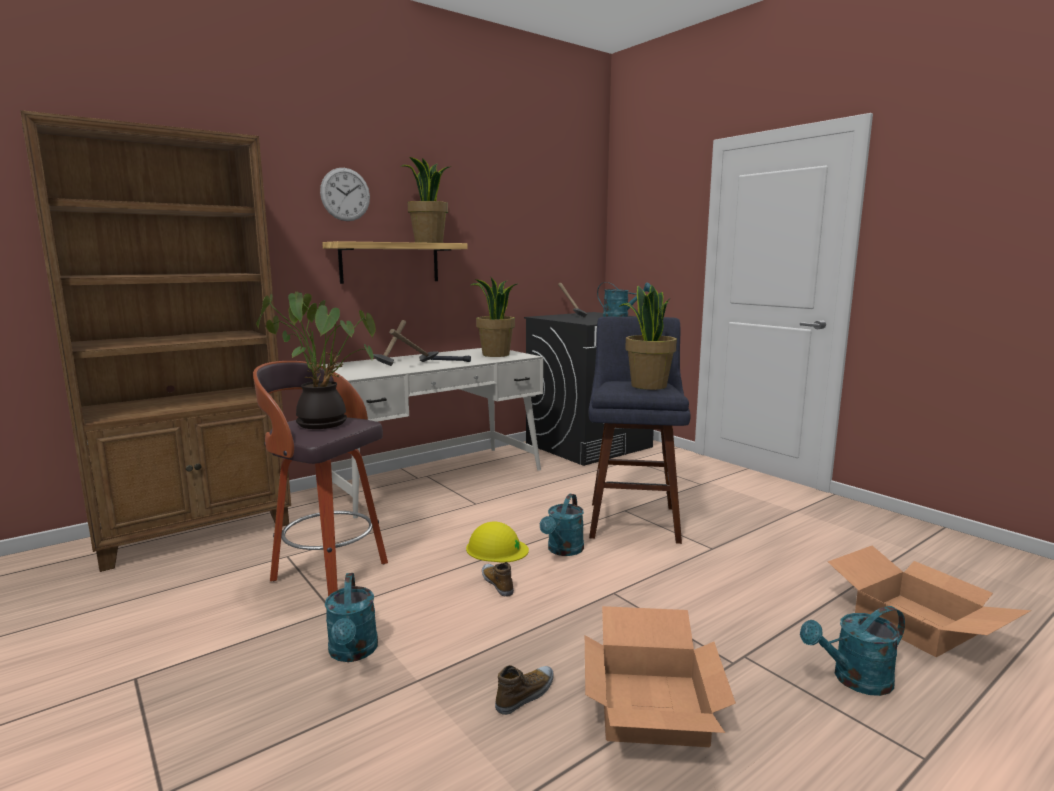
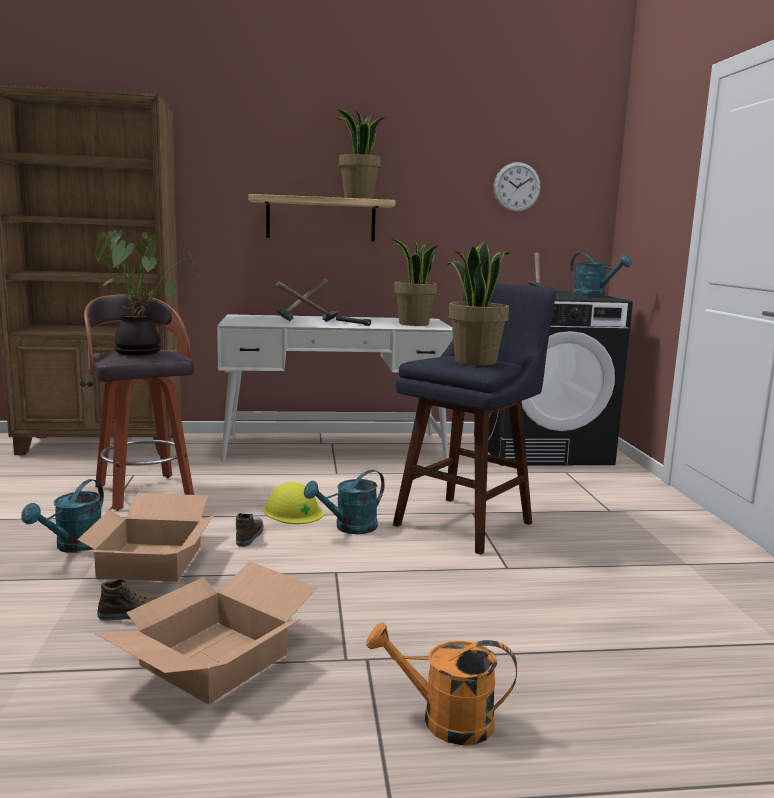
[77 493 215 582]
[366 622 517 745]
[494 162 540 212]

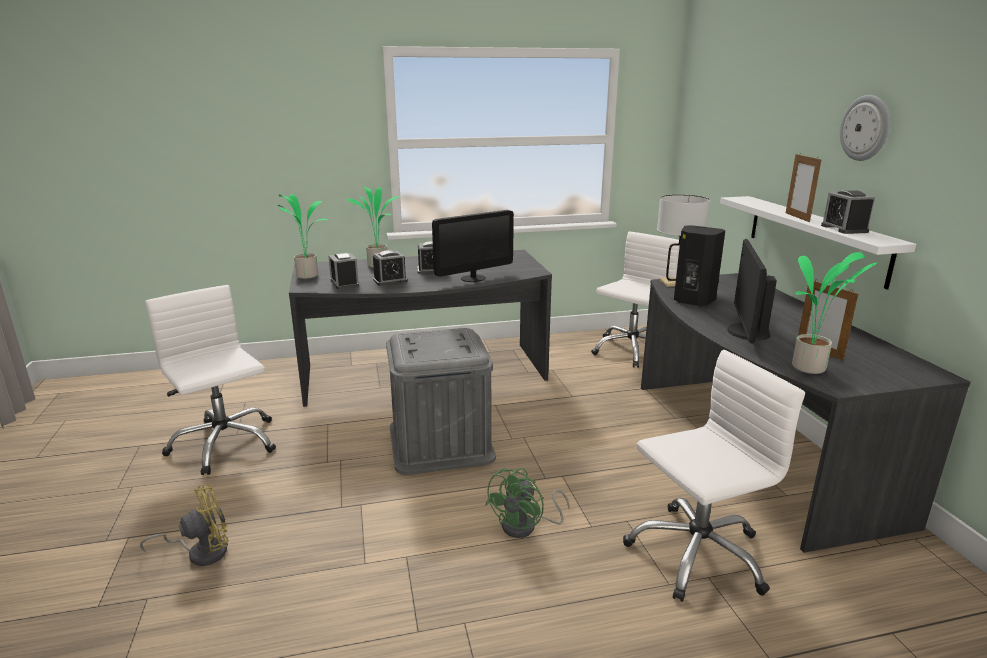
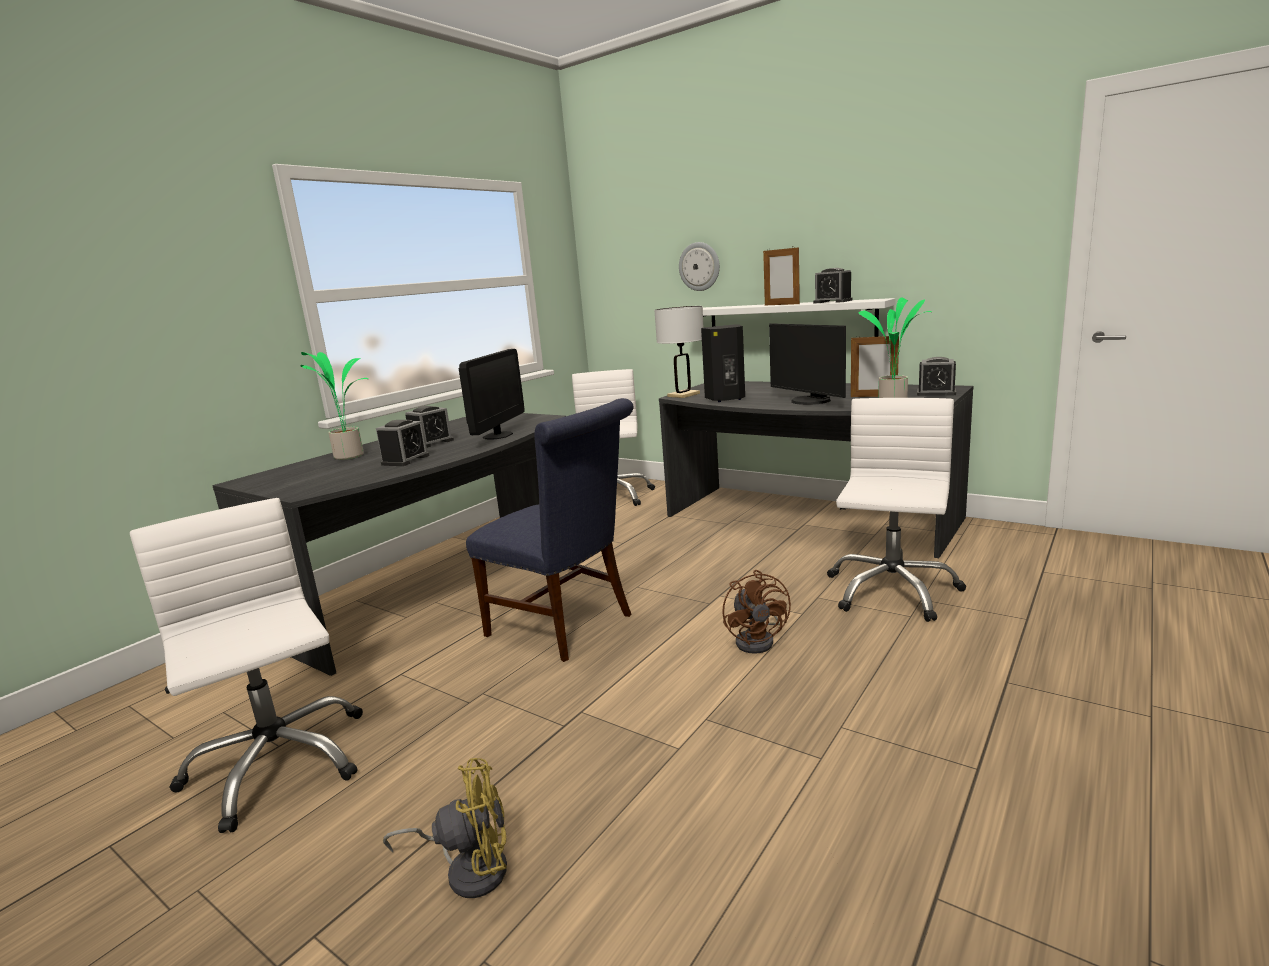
[130 498 363 833]
[383 758 507 898]
[466 398 633 662]
[679 242 720 291]
[722 570 791 654]
[917 357 956 396]
[278 194 327 279] (first image)

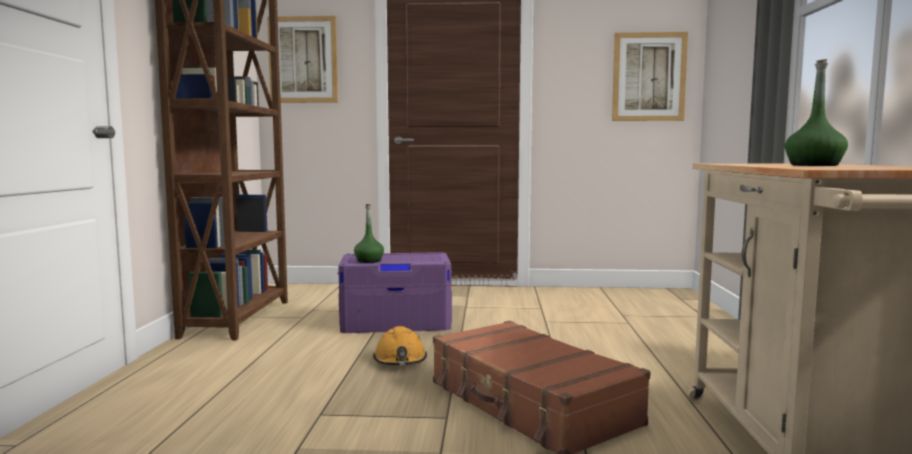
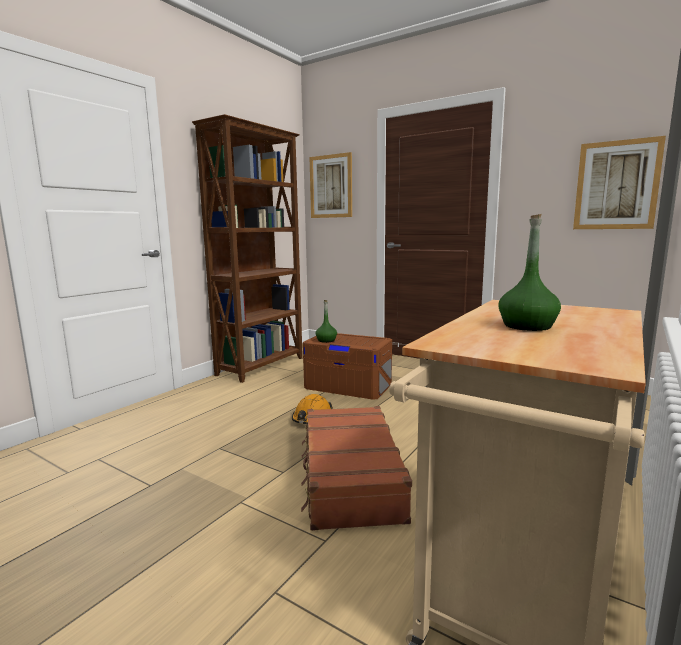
[303 333 392 400]

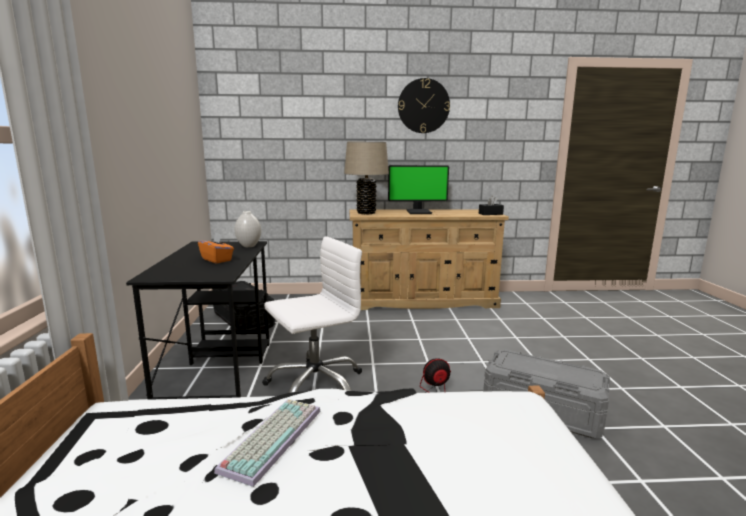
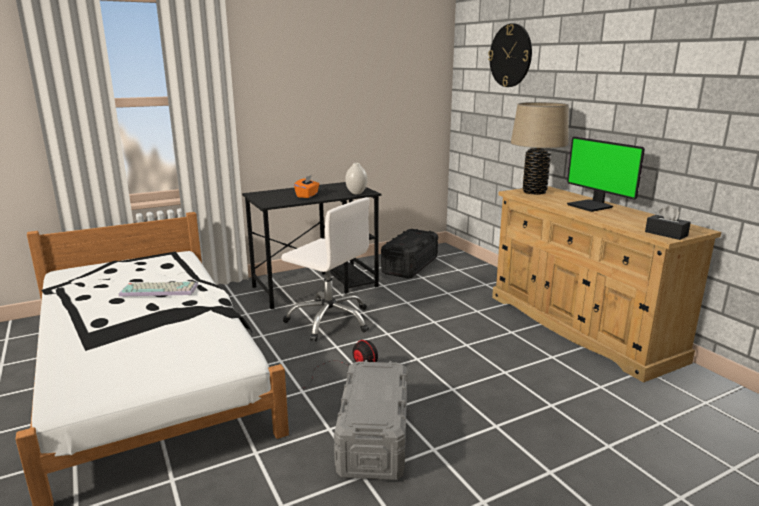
[488 23 532 87]

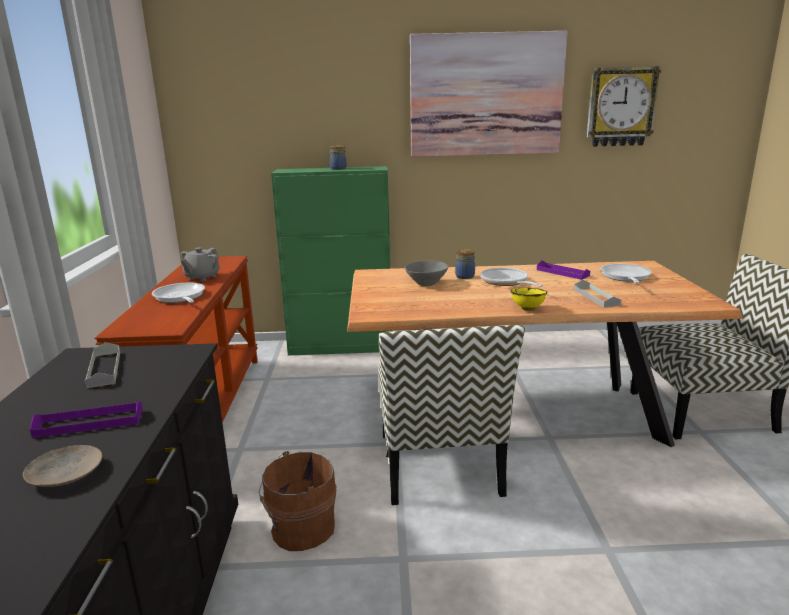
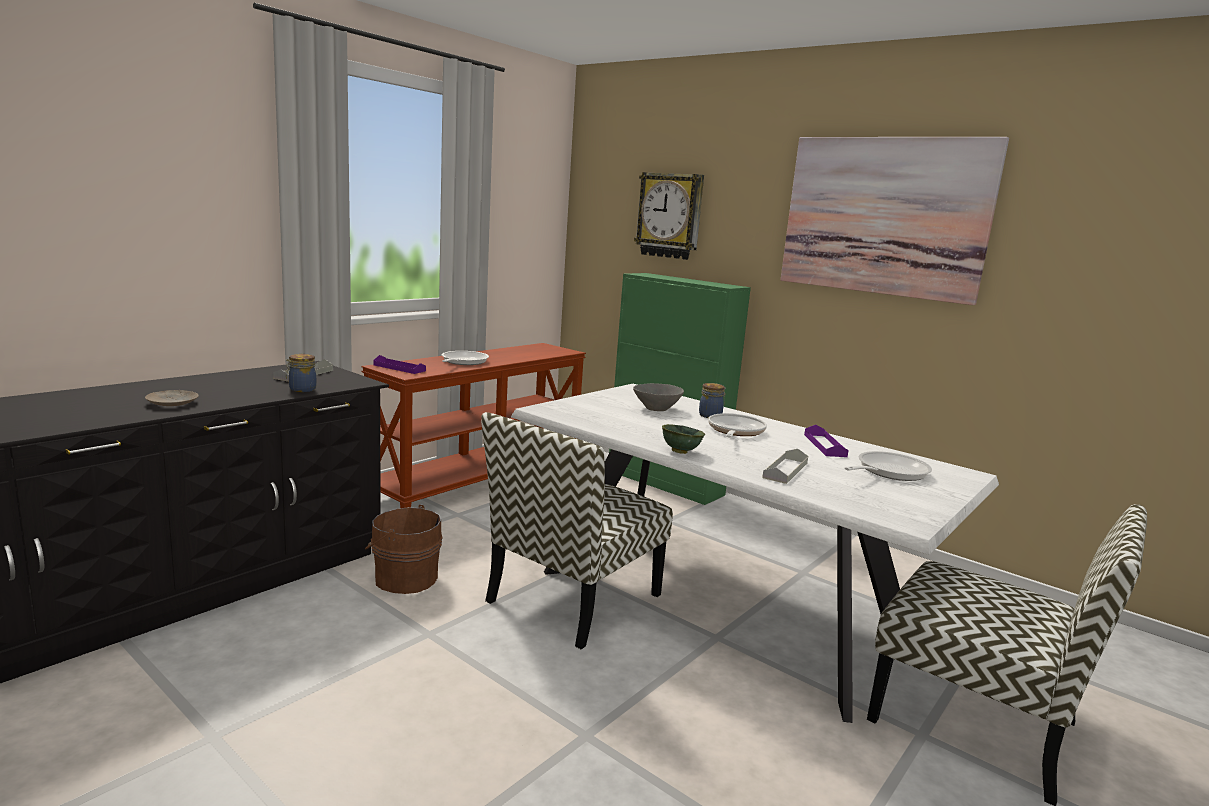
[286 354 317 392]
[373 355 426 374]
[511 384 999 723]
[634 172 704 260]
[662 424 705 454]
[181 247 220 281] (first image)

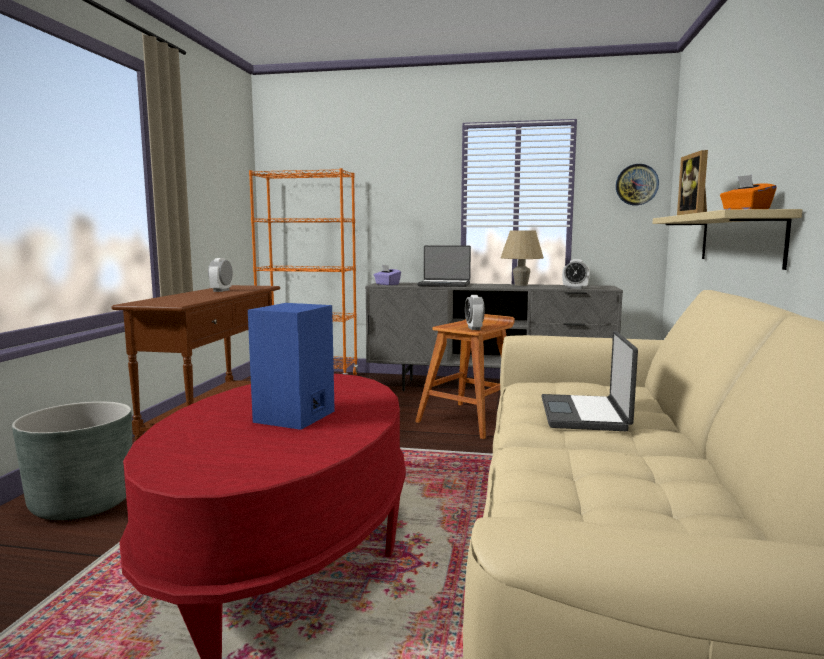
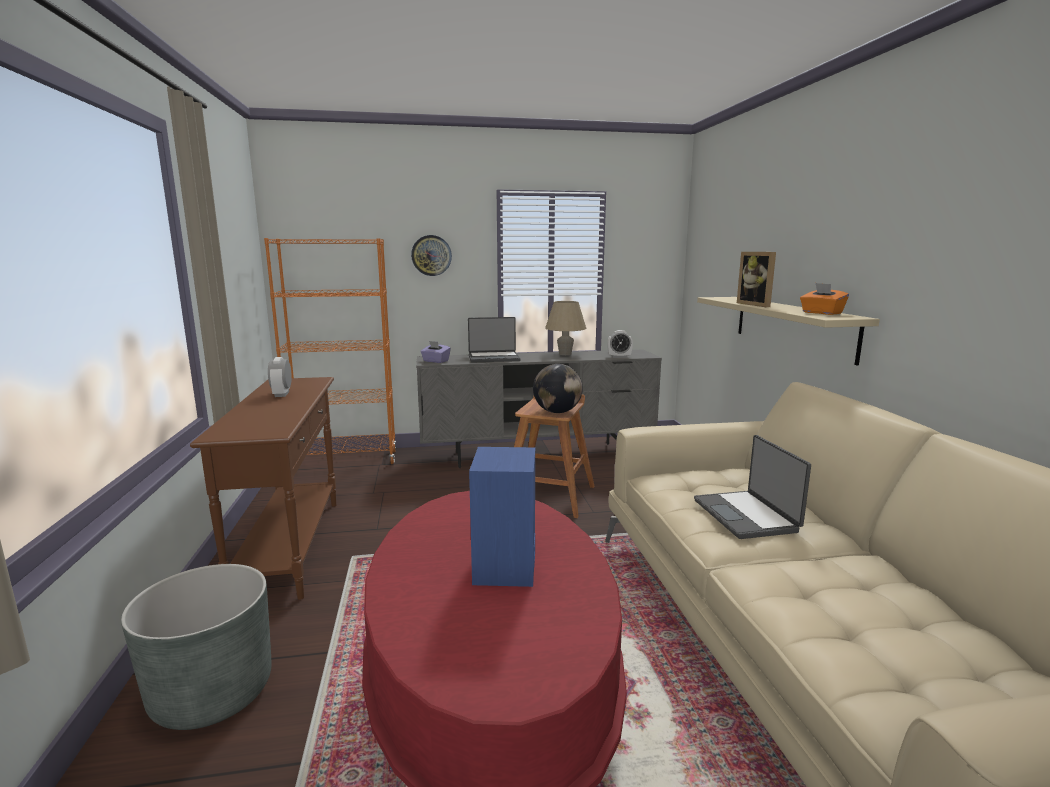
[411 235 452 276]
[533 364 583 413]

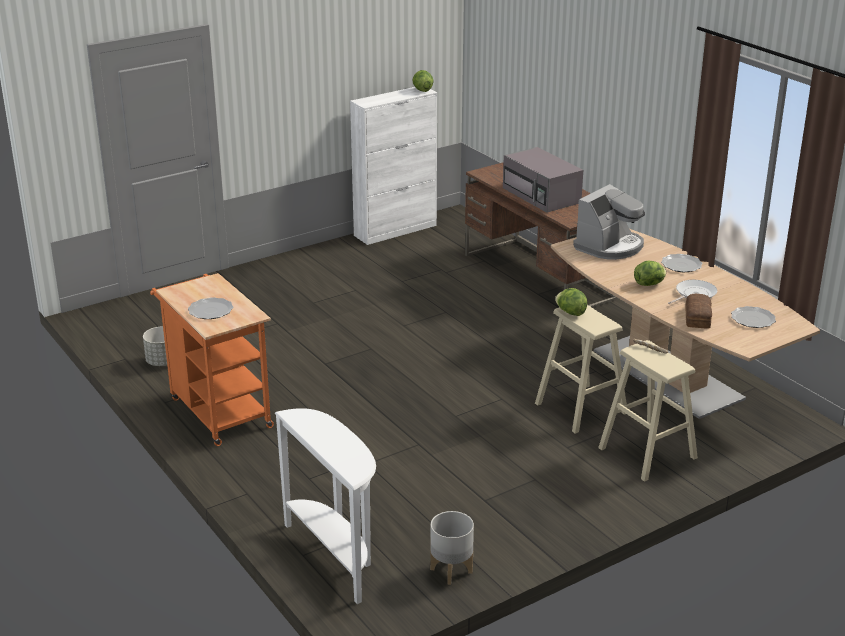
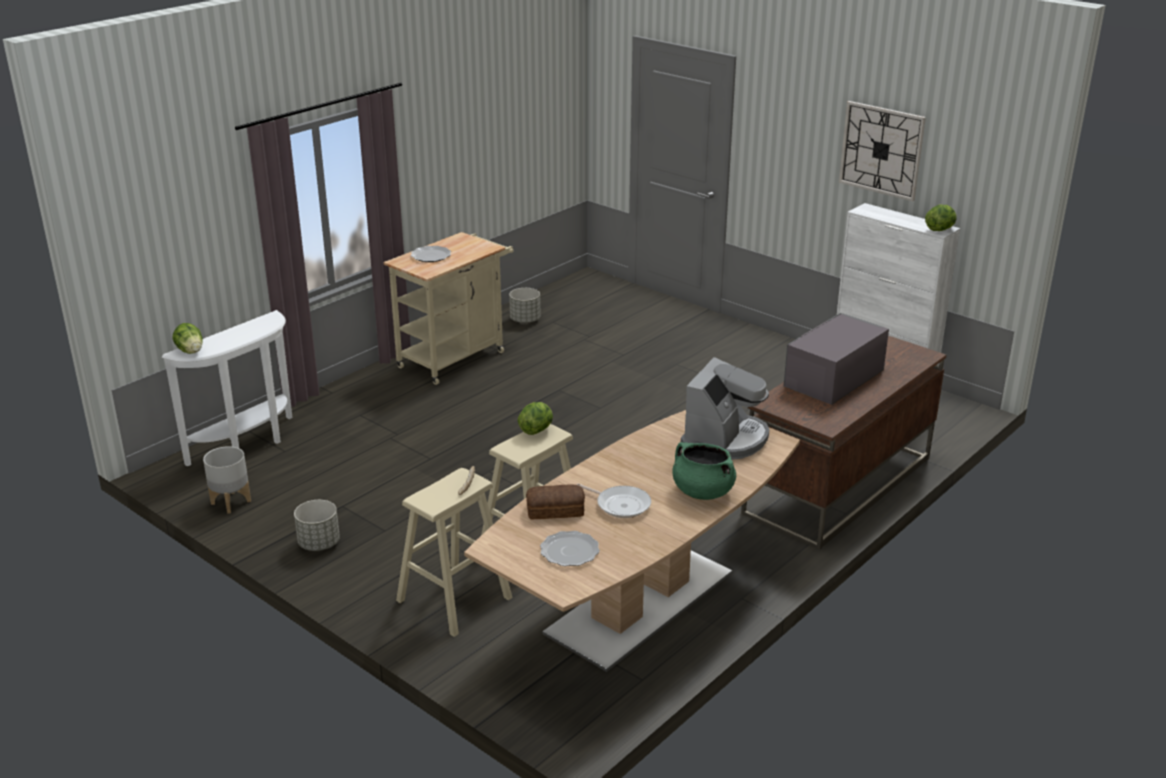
[172 323 203 354]
[294 500 340 551]
[384 232 513 385]
[672 442 736 500]
[681 357 769 460]
[839 101 926 201]

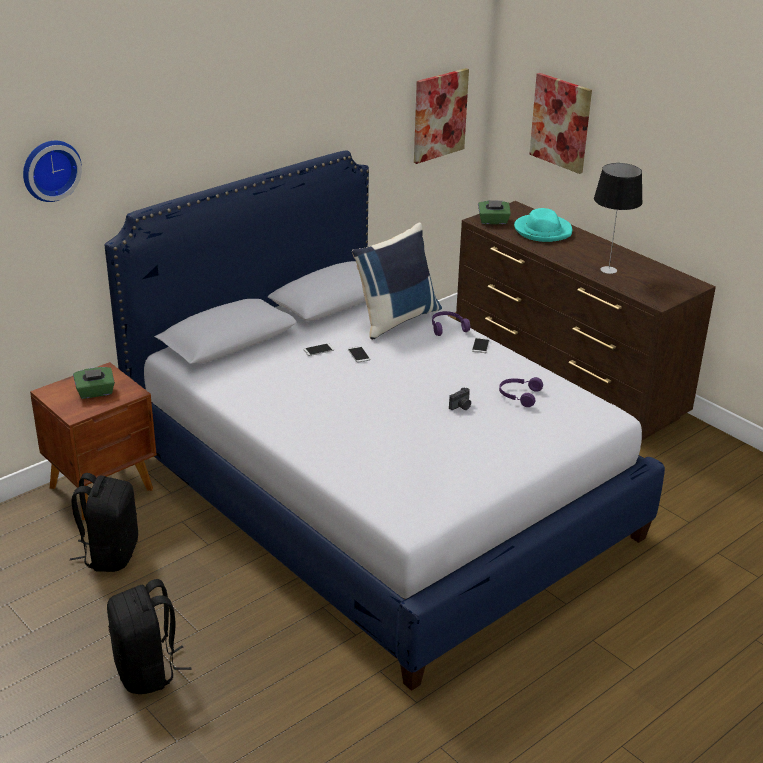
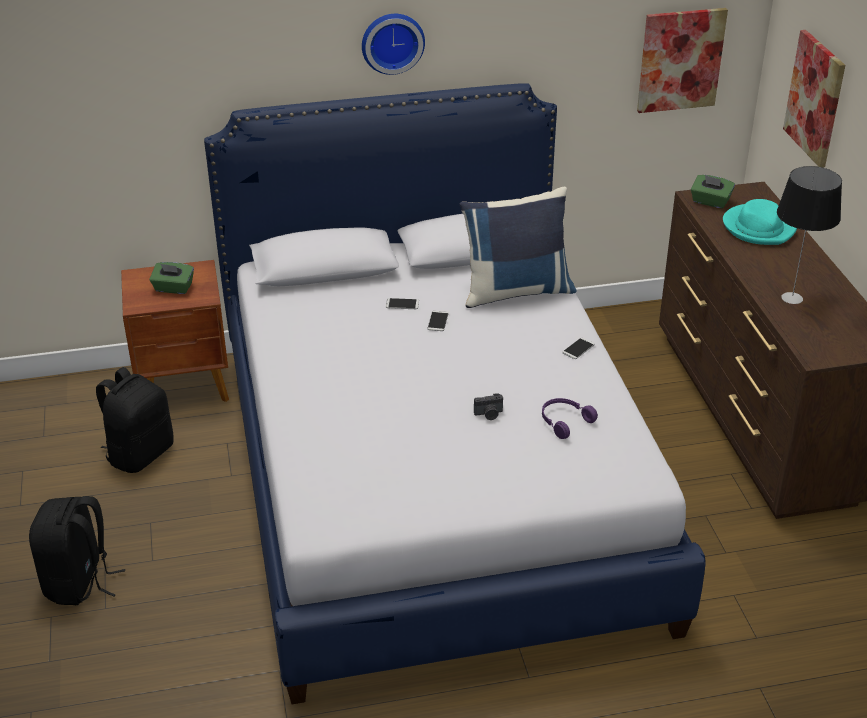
[362 14 425 75]
[432 311 470 336] (first image)

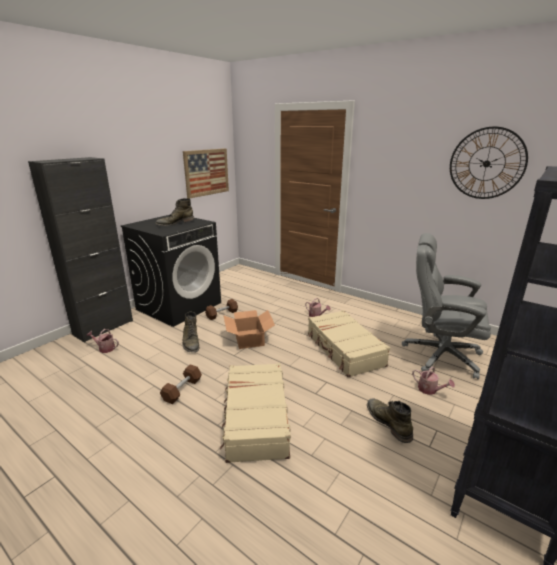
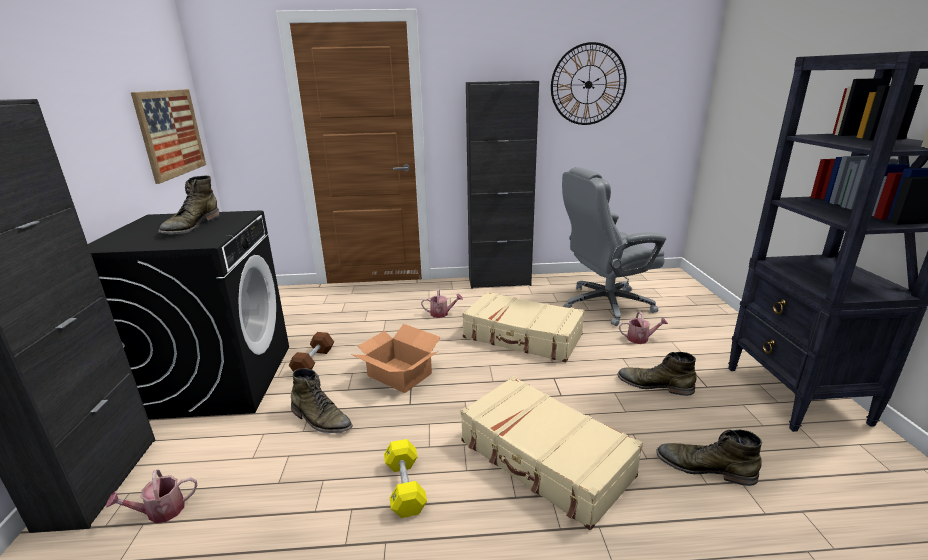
[384 439 427 518]
[466 81 539 289]
[656 429 762 486]

